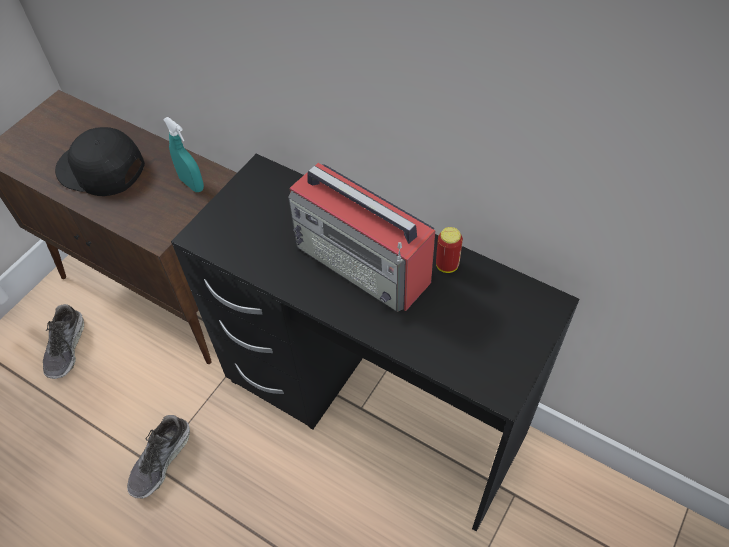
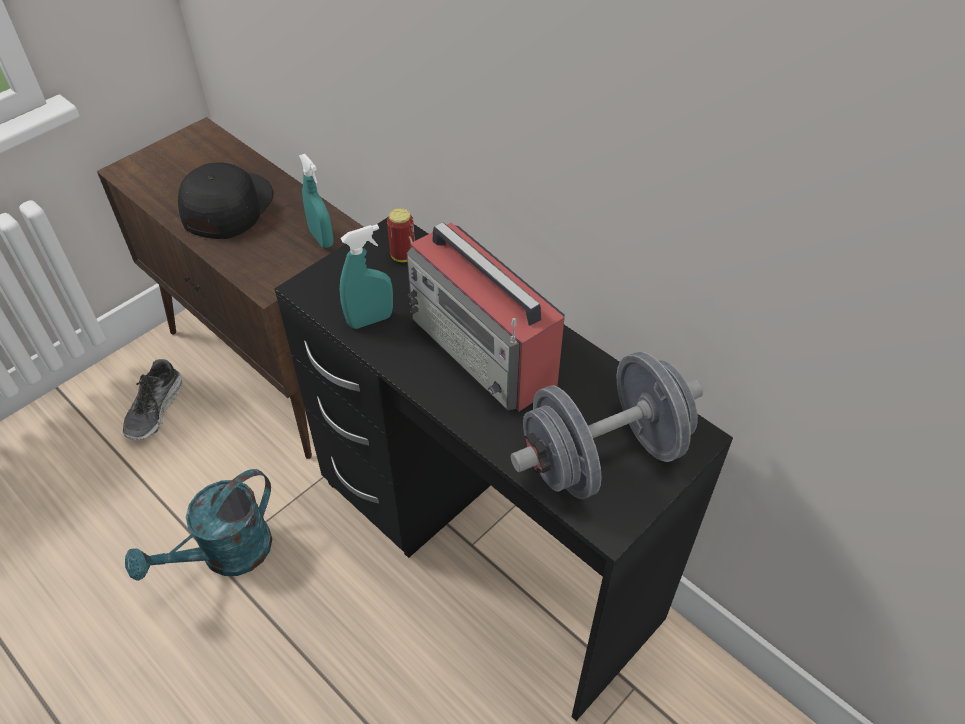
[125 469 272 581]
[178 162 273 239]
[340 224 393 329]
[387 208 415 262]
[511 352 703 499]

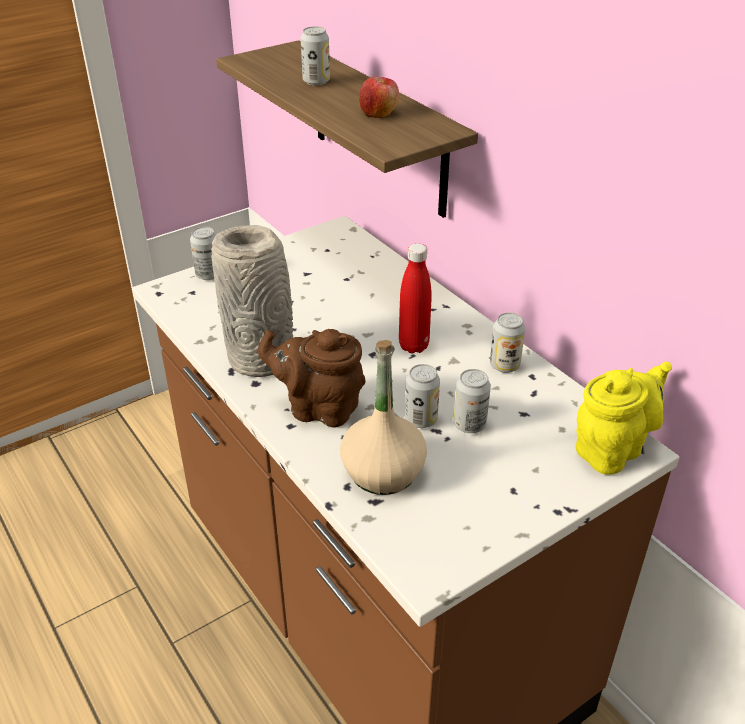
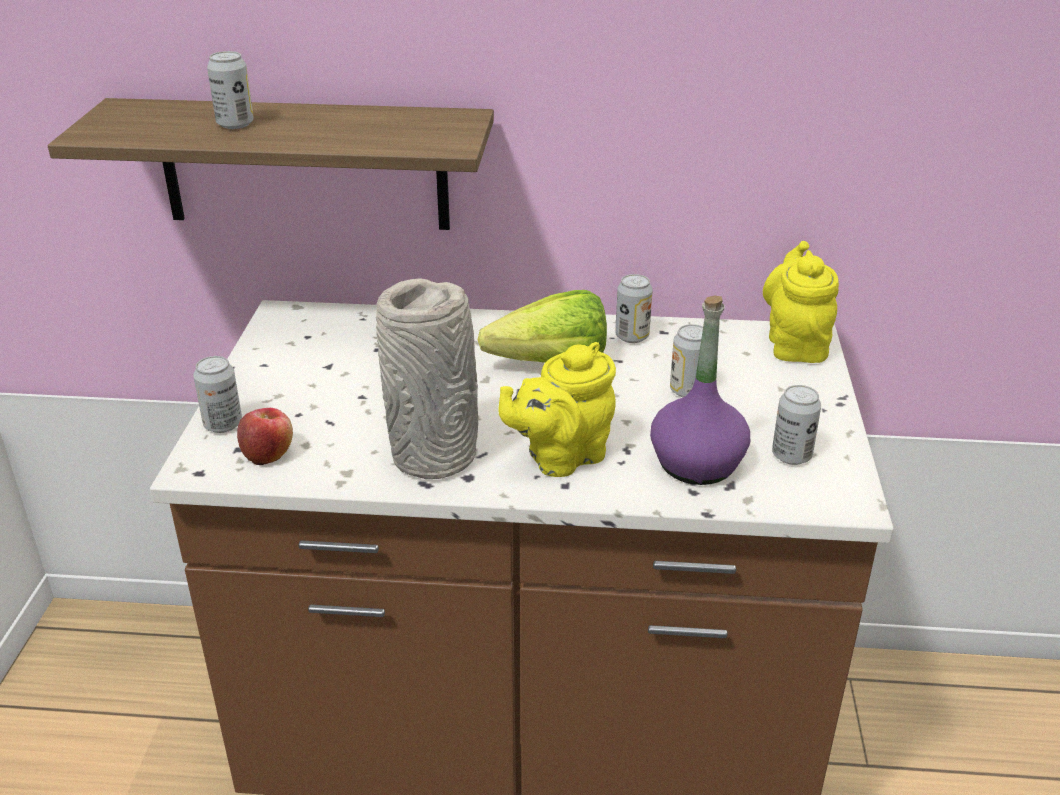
[237 408 293 465]
[478 290 607 363]
[498 342 616 477]
[650 295 750 485]
[772 385 821 465]

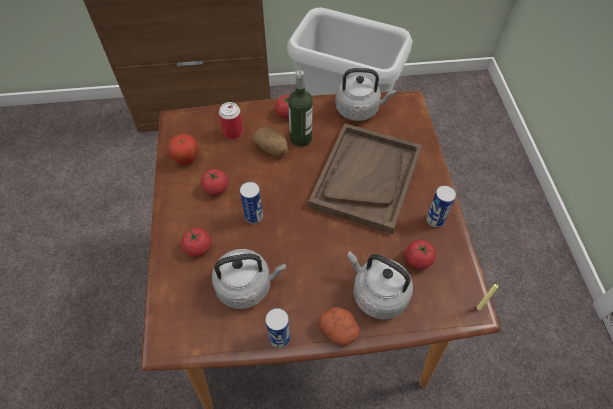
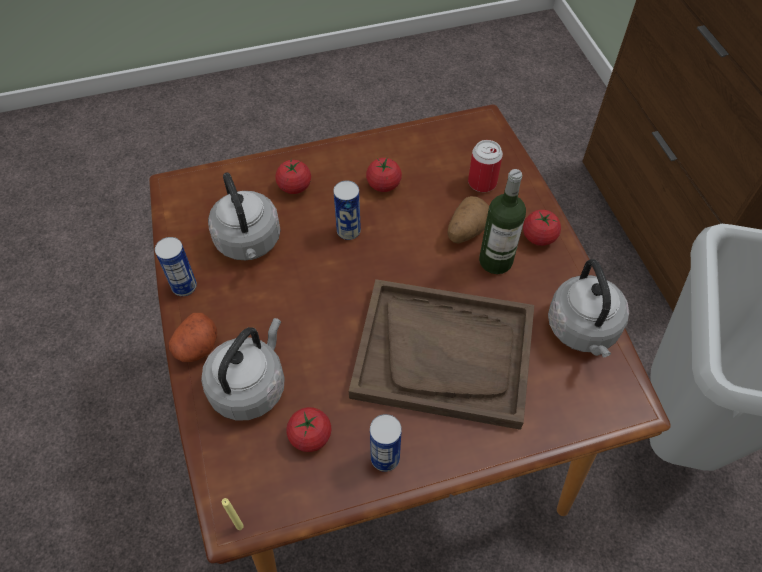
[168 134 198 165] (first image)

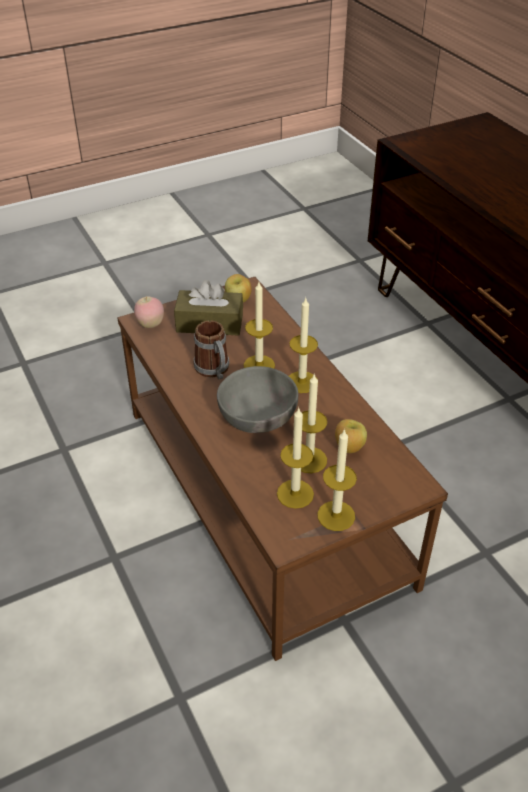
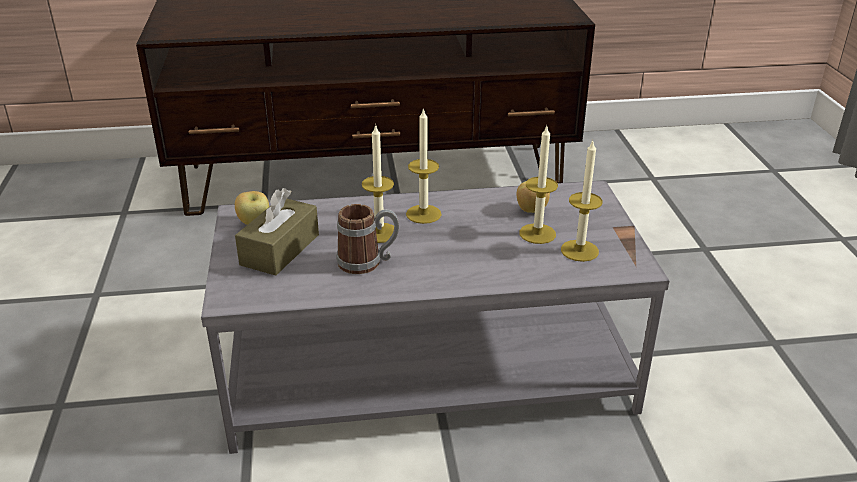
[201 180 669 454]
[134 296 164 328] (first image)
[217 366 298 433] (first image)
[317 429 357 531] (first image)

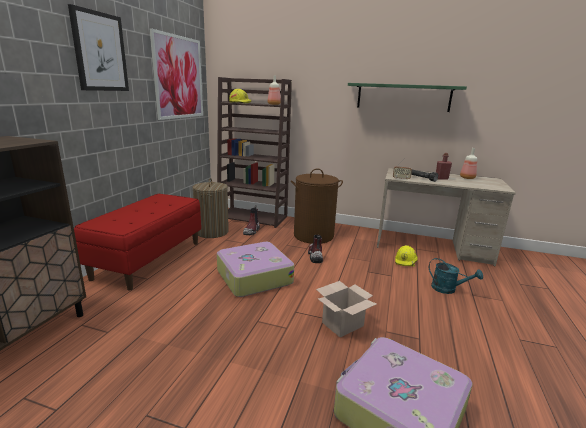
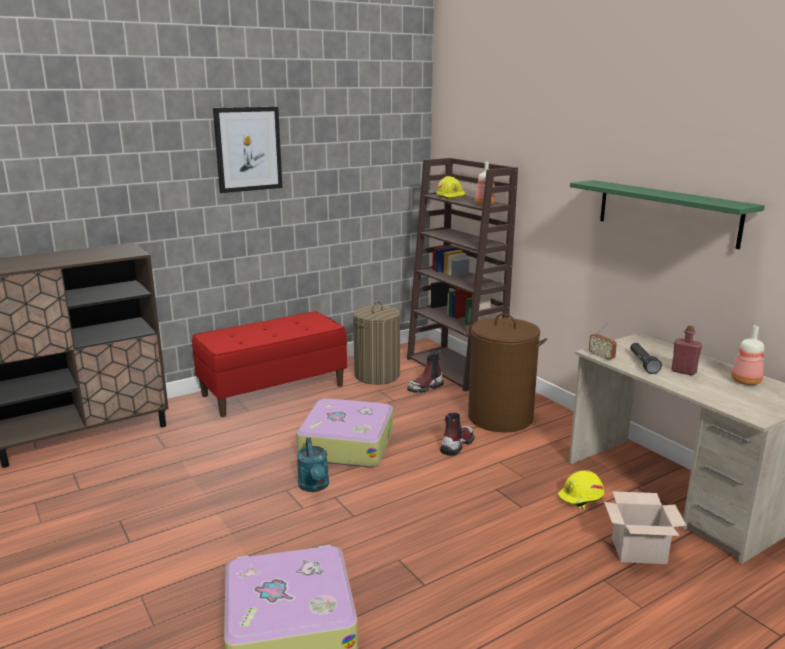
[297 437 329 492]
[604 491 687 564]
[149 28 203 120] (first image)

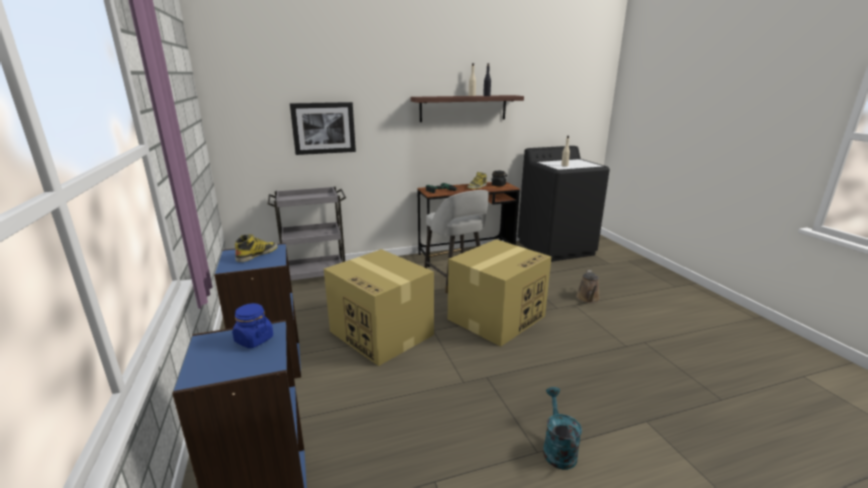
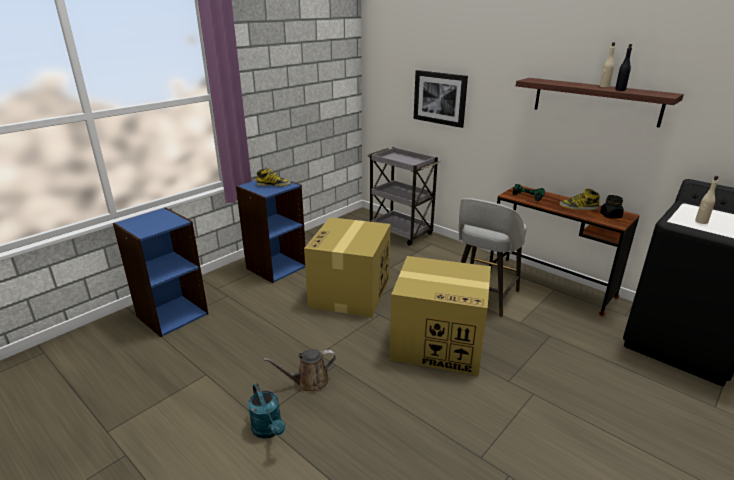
[248 383 285 439]
[263 349 336 392]
[232 303 273 348] (first image)

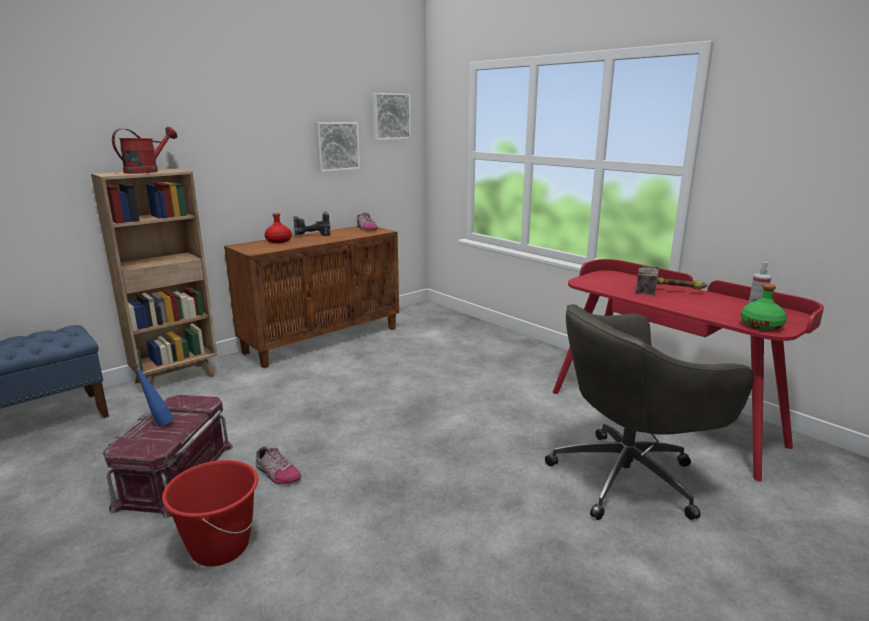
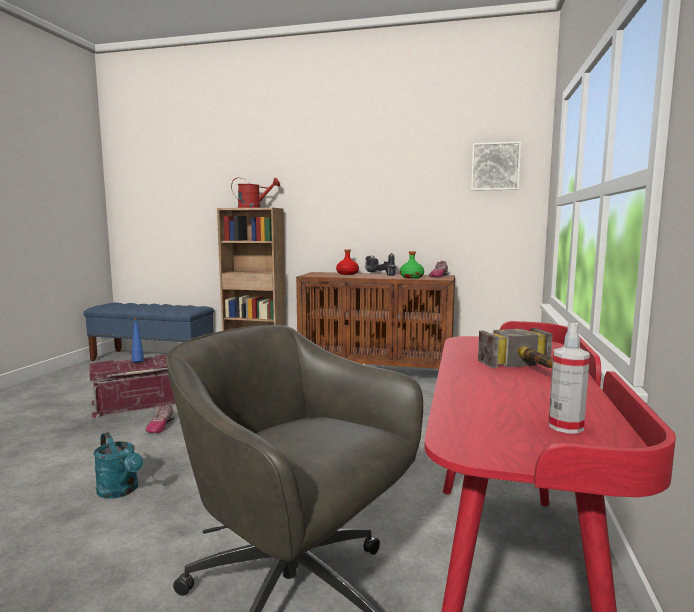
[93 432 143 499]
[400 251 424 279]
[162 460 258 566] (first image)
[315 122 360 172] (first image)

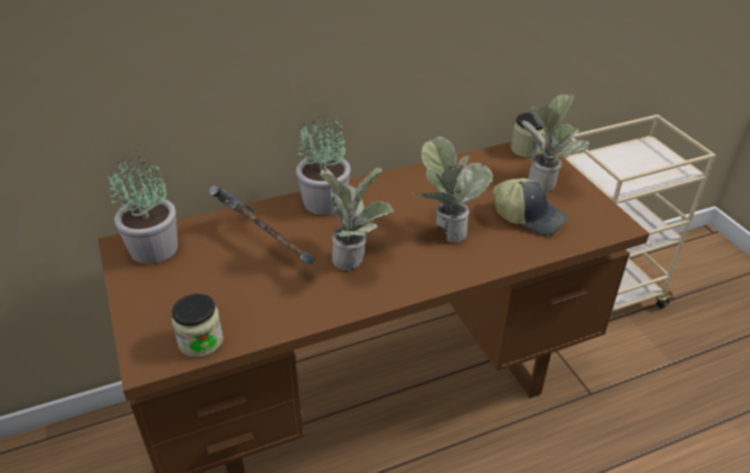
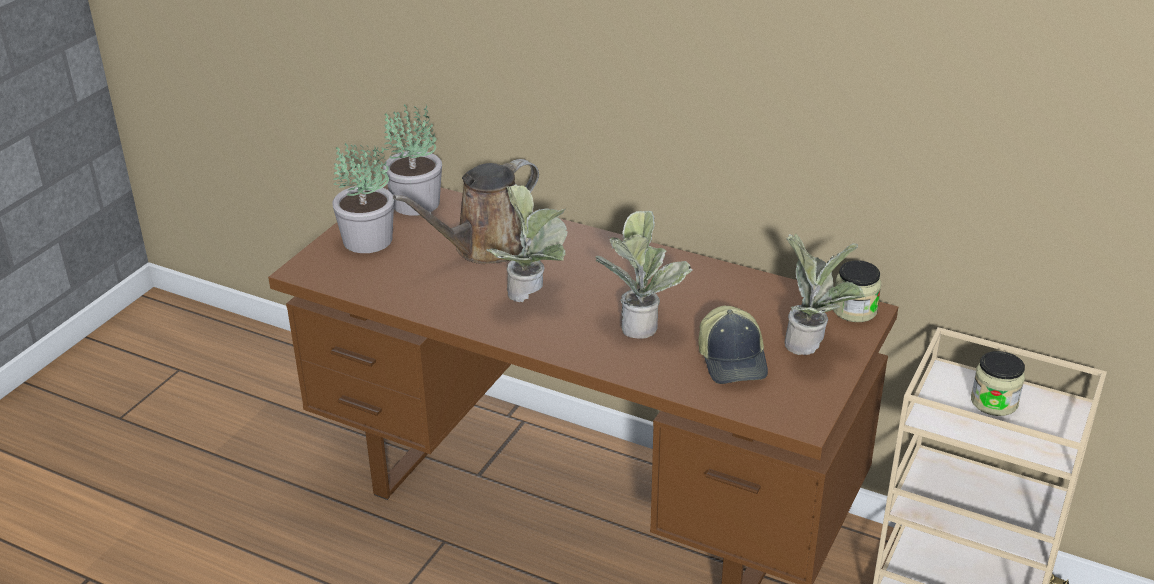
[332 143 394 253]
[393 159 539 264]
[971 351 1025 416]

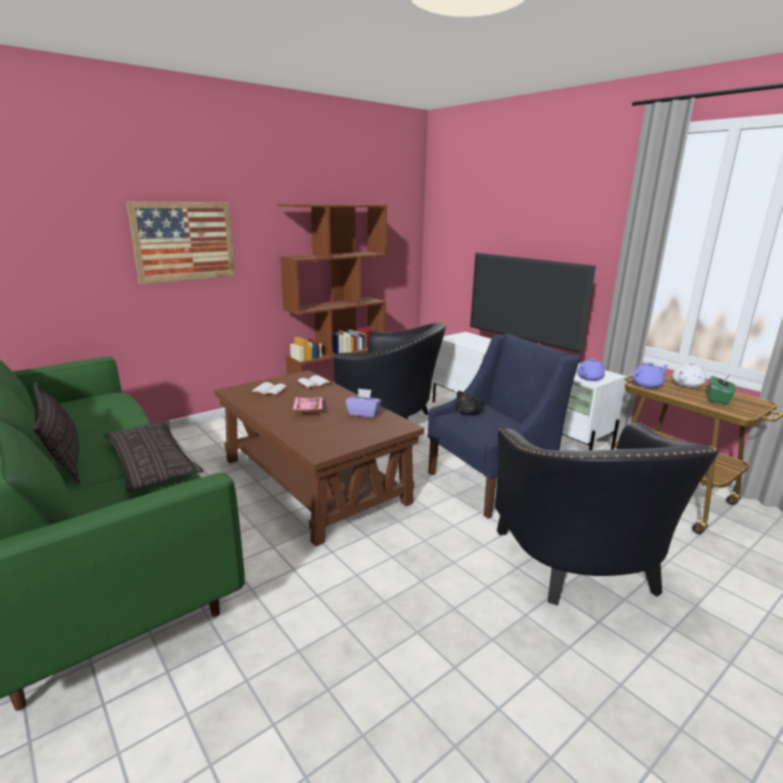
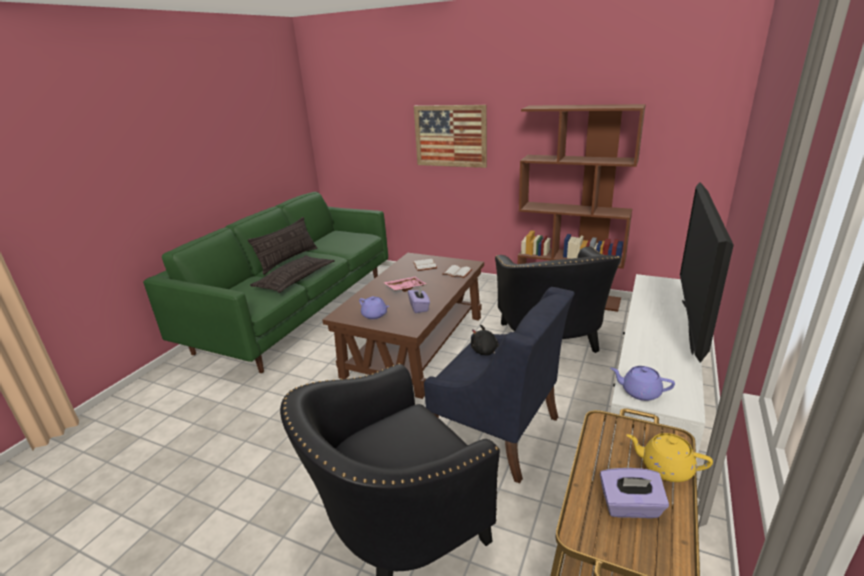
[359 296 389 319]
[600 468 669 518]
[626 433 713 482]

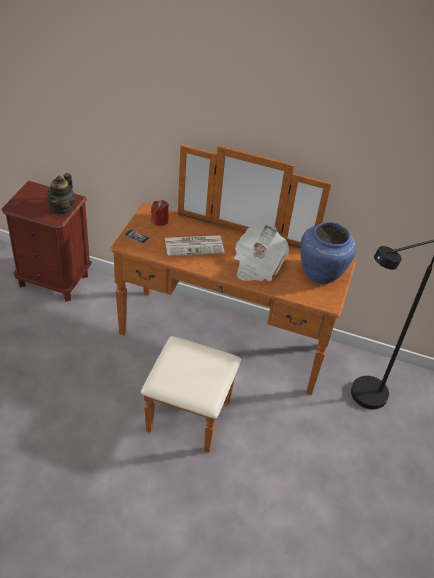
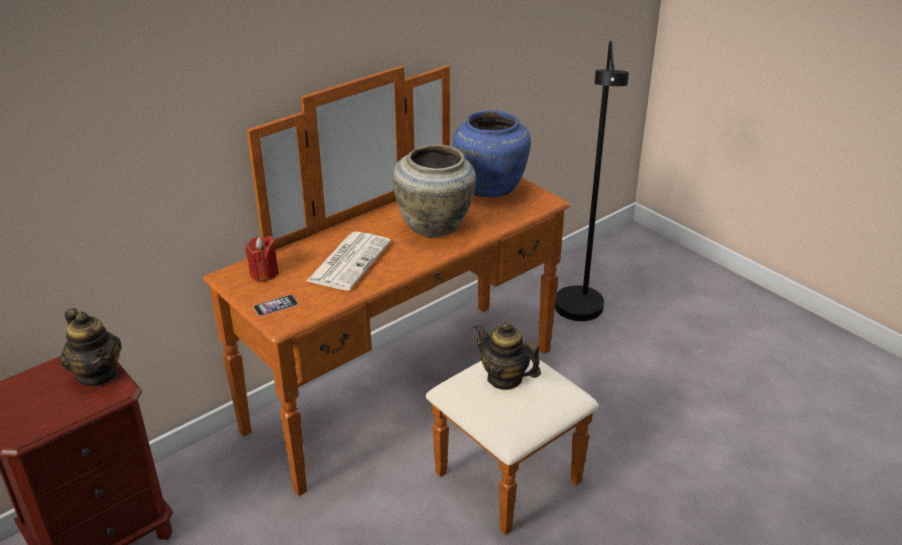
[393 144 476 237]
[474 322 541 390]

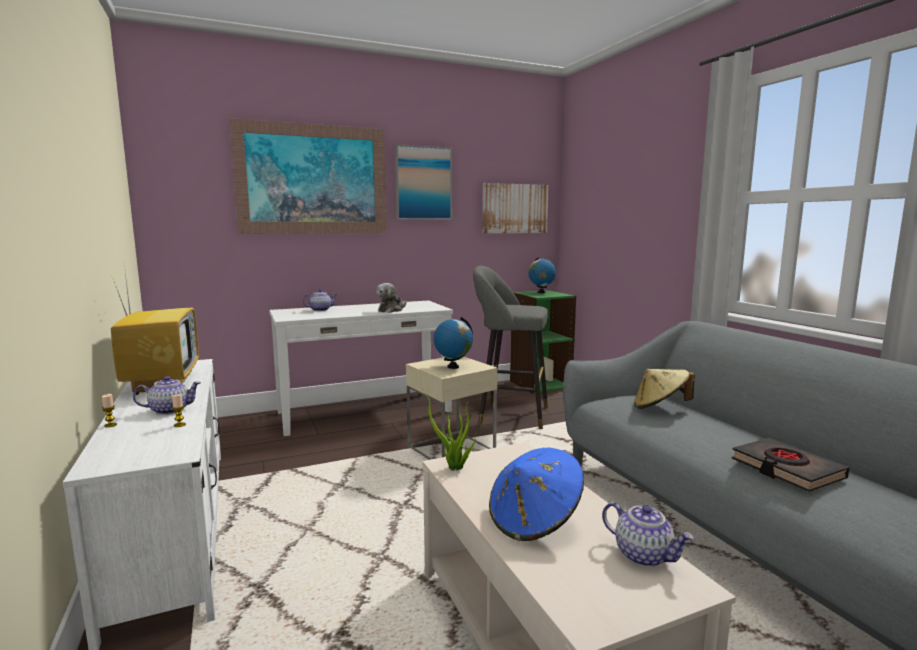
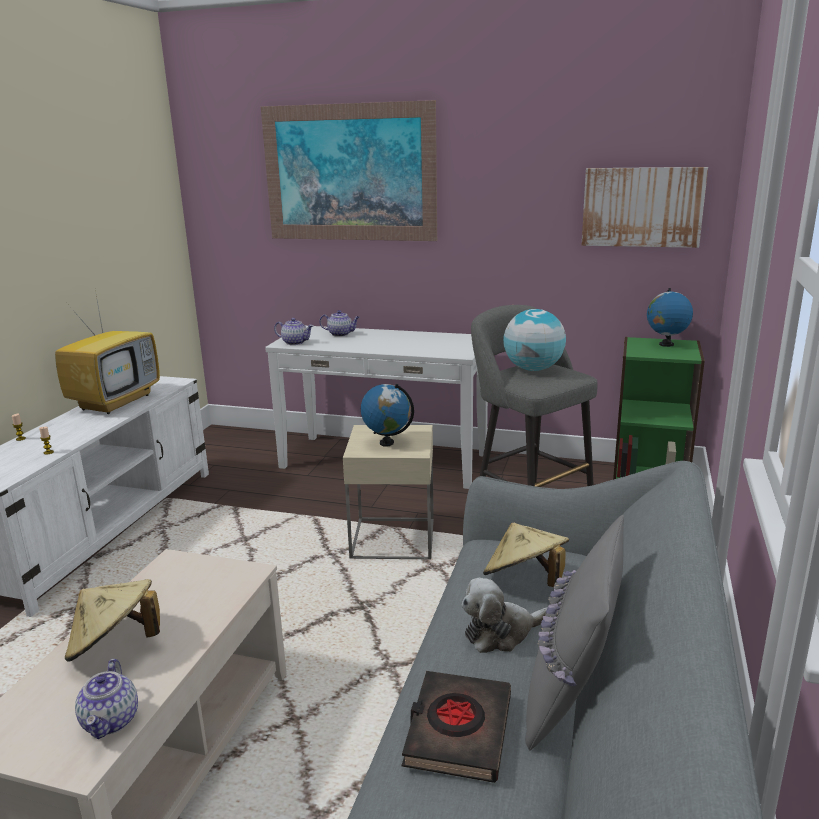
[65 579 160 662]
[274 318 313 345]
[461 578 548 653]
[503 309 566 371]
[525 515 624 751]
[395 144 452 220] (first image)
[422 388 476 471] (first image)

